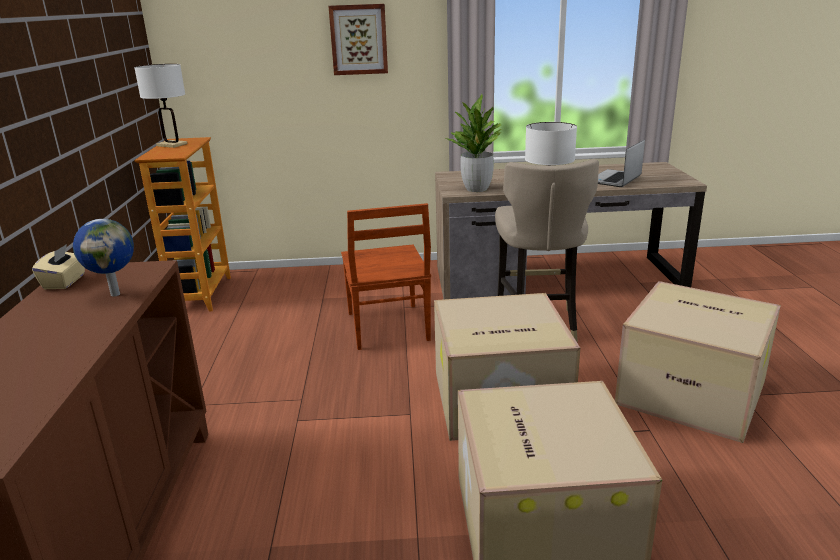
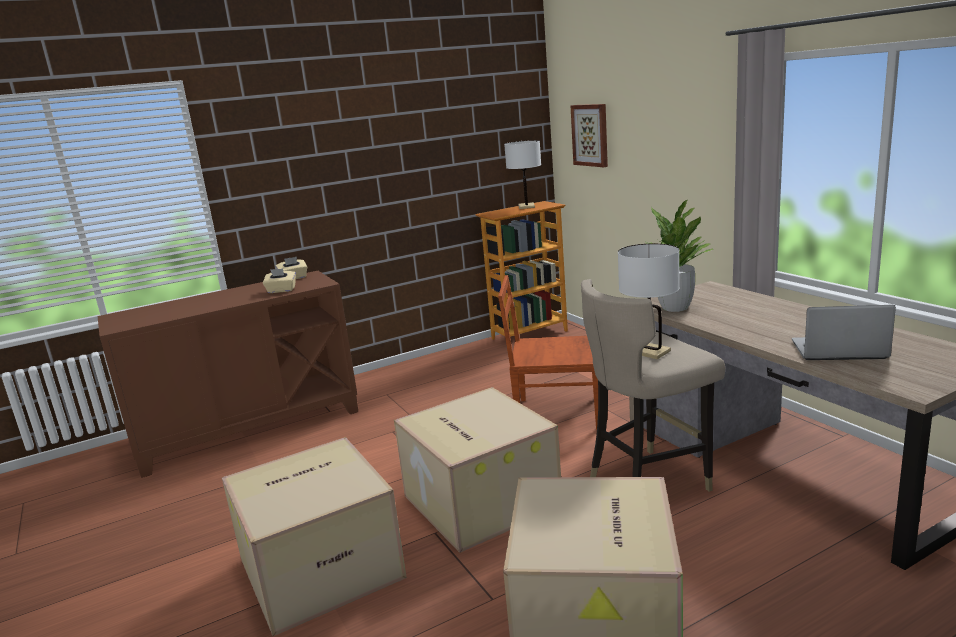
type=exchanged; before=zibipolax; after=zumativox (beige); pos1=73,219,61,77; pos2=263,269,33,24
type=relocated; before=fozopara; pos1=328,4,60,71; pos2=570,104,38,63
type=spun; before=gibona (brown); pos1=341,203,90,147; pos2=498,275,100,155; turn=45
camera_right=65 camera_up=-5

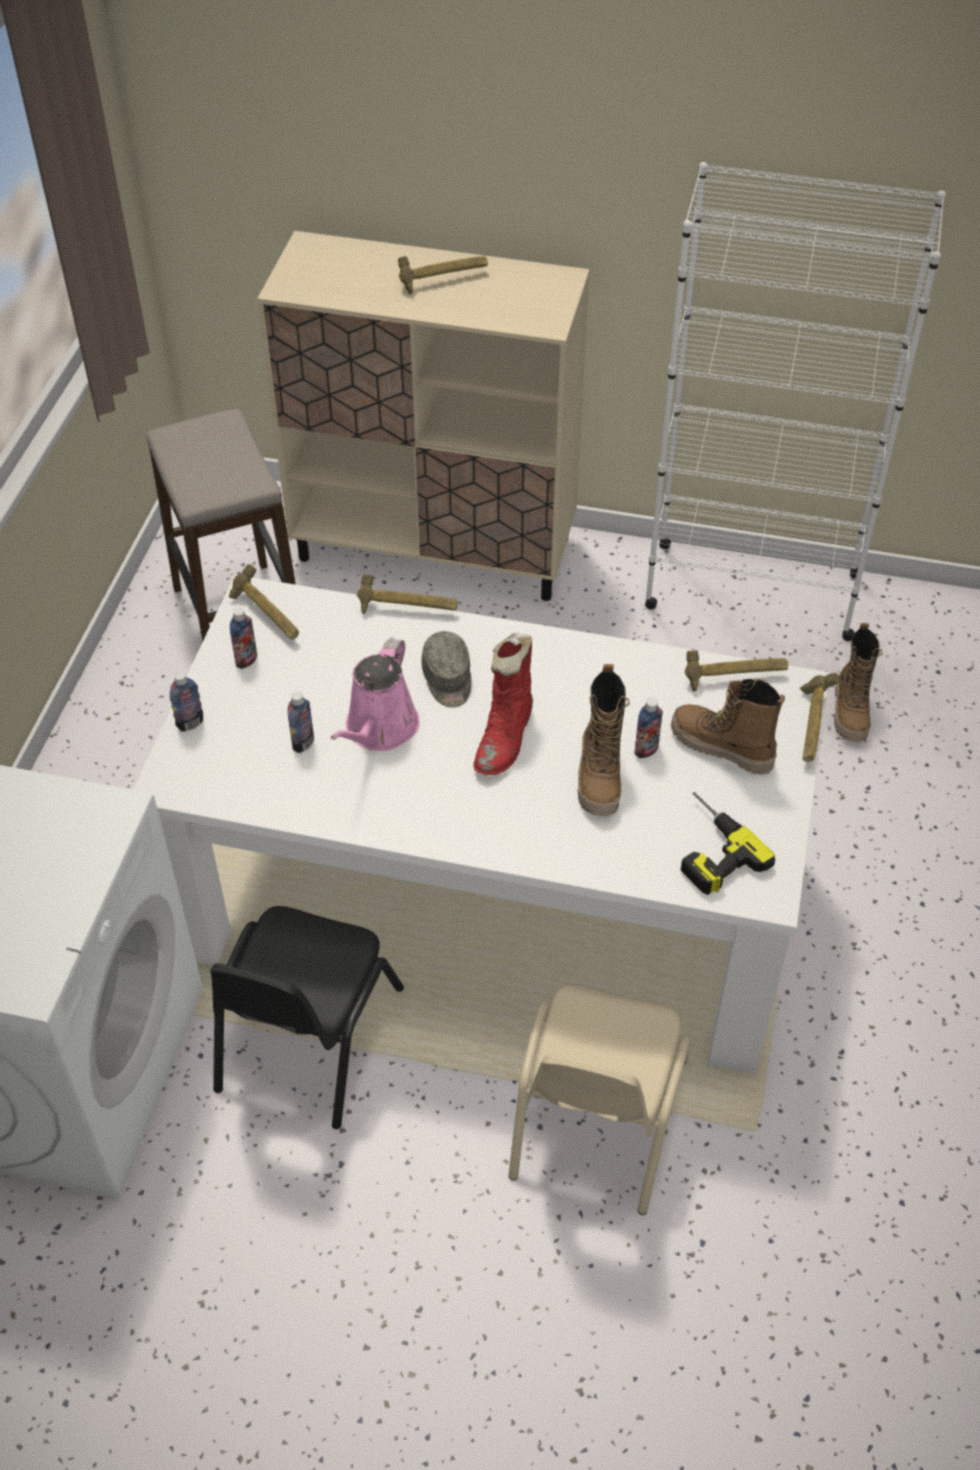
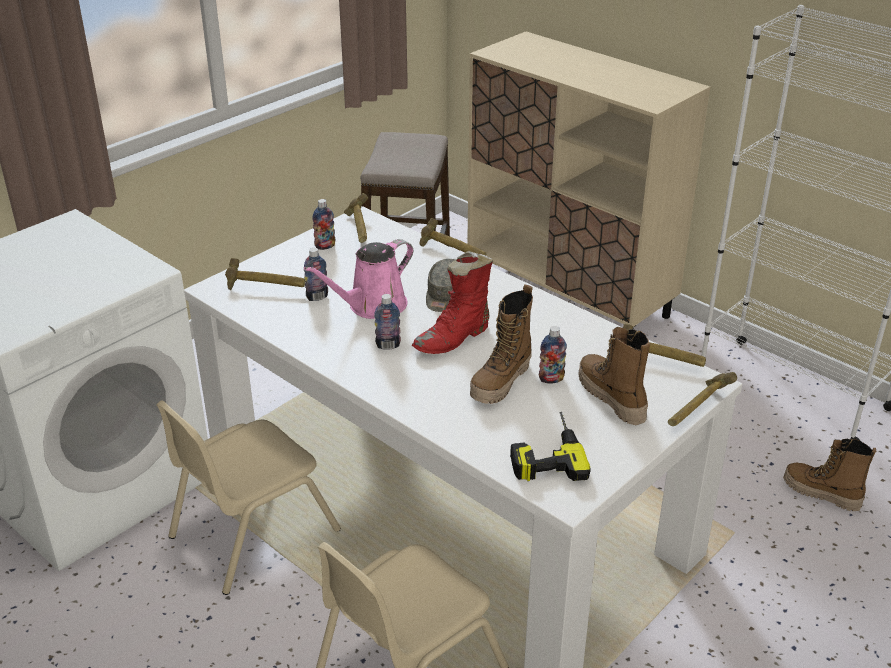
type=relocated; before=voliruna; pos1=170,671,33,61; pos2=374,294,27,56
type=colour; before=gibona (black); after=gibona (beige); pos1=210,906,194,223; pos2=156,401,185,194
type=relocated; before=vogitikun; pos1=398,256,90,38; pos2=225,258,80,32
type=spun; before=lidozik; pos1=834,623,48,119; pos2=783,439,93,72; turn=90
camera_right=30 camera_up=-15

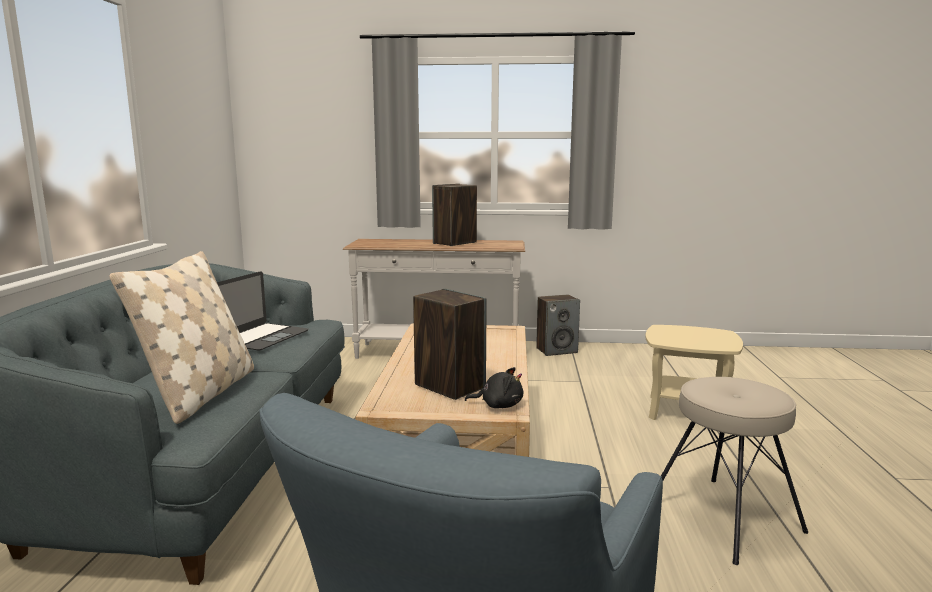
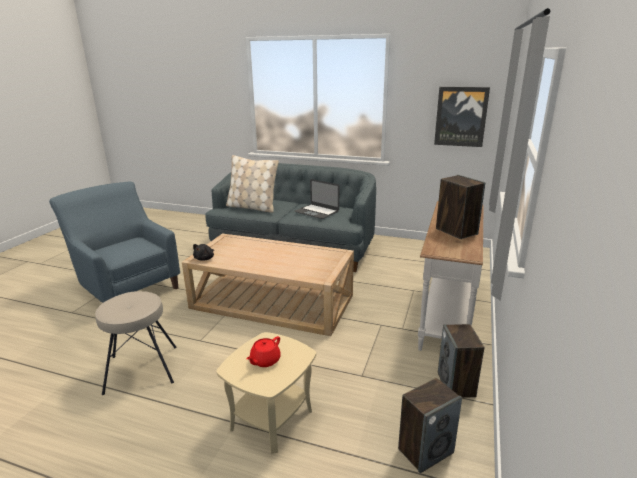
type=relocated; before=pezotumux; pos1=413,288,74,112; pos2=398,378,64,95
type=appeared; after=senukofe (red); pos2=246,336,35,31
type=appeared; after=fozopara; pos2=434,87,56,60
camera_right=105 camera_up=10

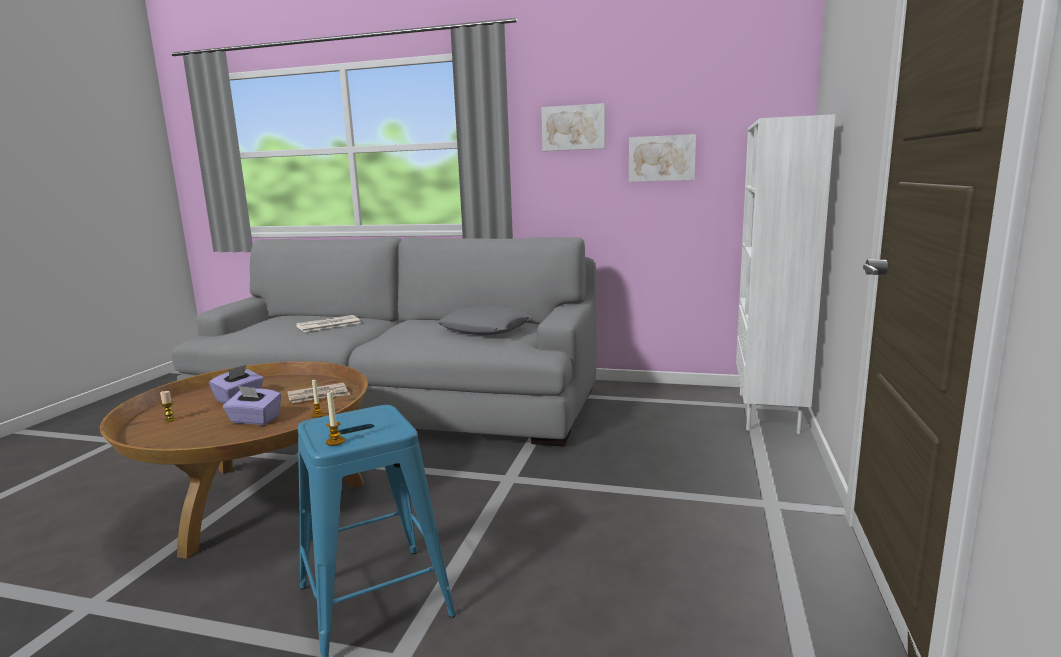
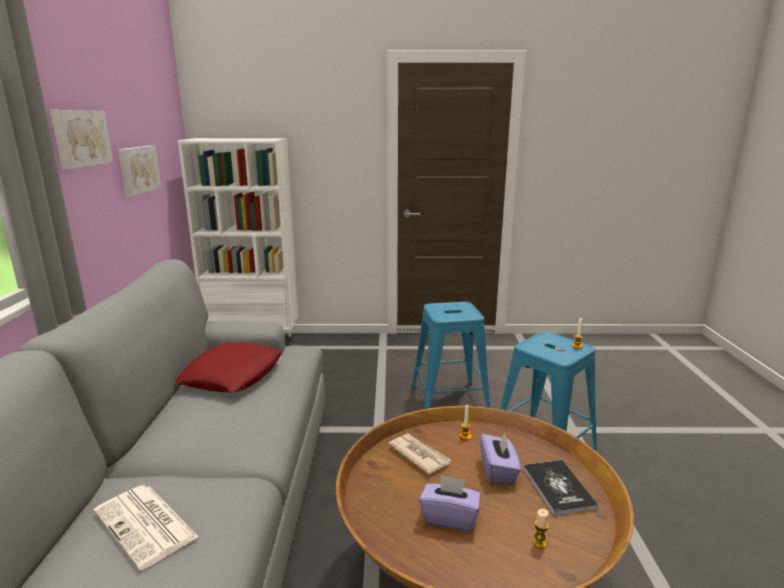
type=colour; before=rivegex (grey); after=rivegex (red); pos1=437,305,97,31; pos2=175,342,107,50
type=appeared; after=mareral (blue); pos2=412,302,78,107
type=appeared; after=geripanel; pos2=523,460,75,56
camera_right=-105 camera_up=5

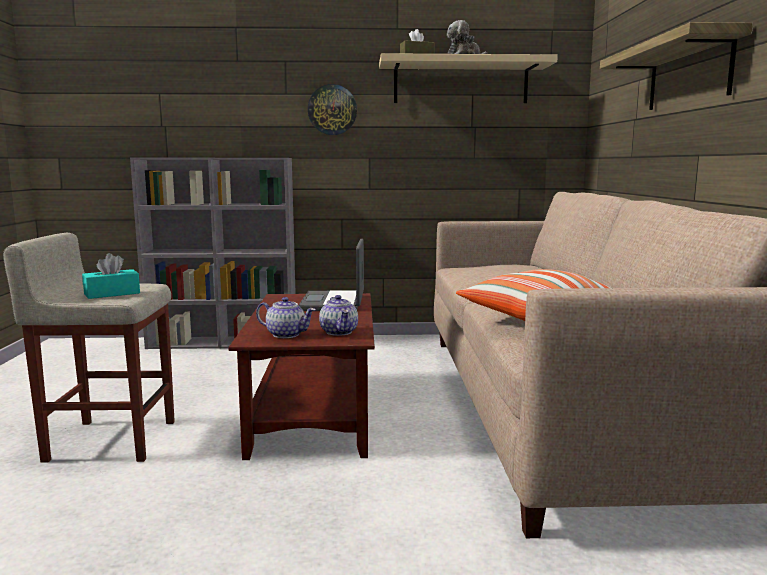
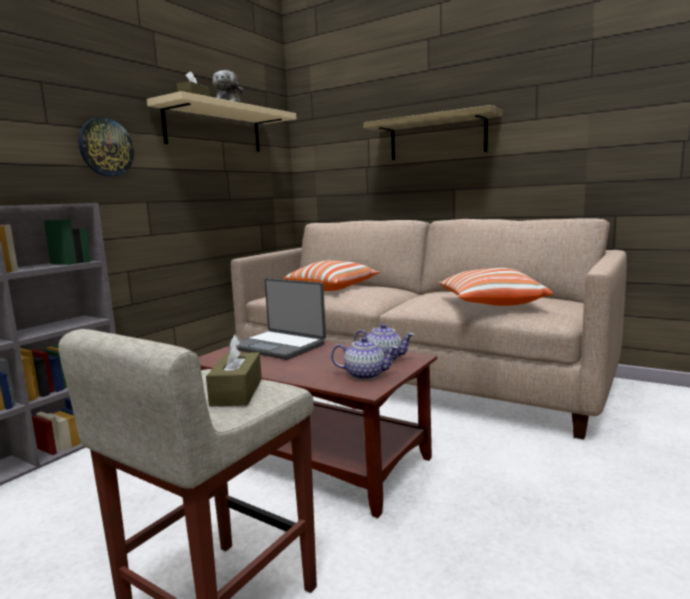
type=colour; before=zumativox (turquoise); after=zumativox (brown); pos1=82,253,58,46; pos2=206,334,56,73
type=spun; before=senukofe; pos1=256,297,59,41; pos2=331,337,67,43; turn=45
type=appeared; after=rivegex; pos2=284,260,96,31
camera_right=-55 camera_up=0

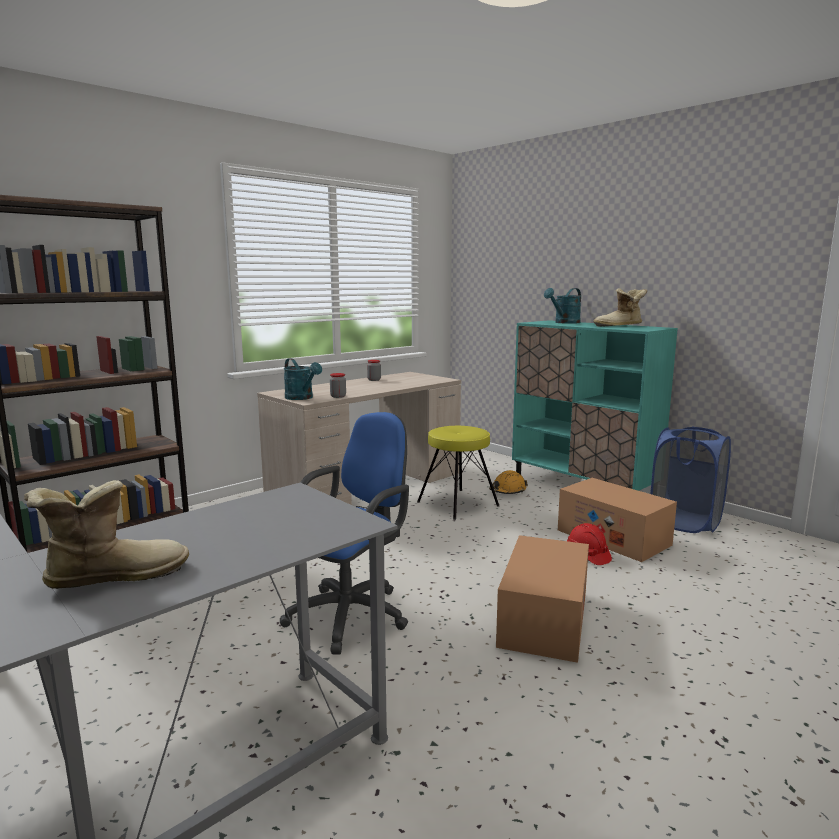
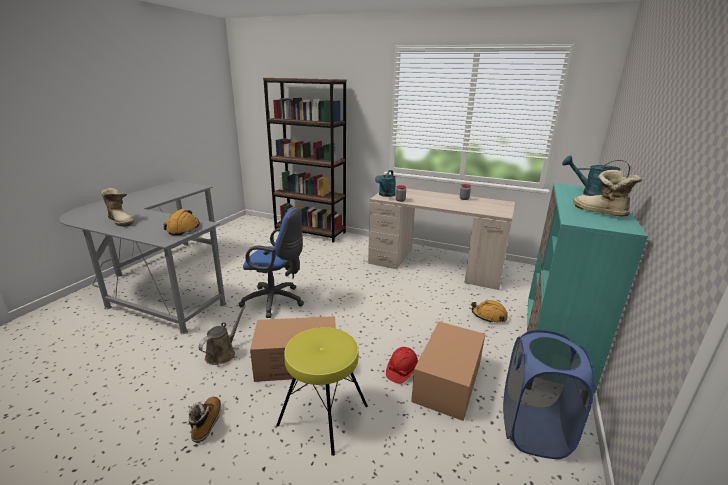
type=relocated; before=mareral (yellow); pos1=417,426,82,94; pos2=276,327,92,129
type=appeared; after=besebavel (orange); pos2=163,209,37,26
type=appeared; after=lidozik; pos2=189,397,33,46
type=appeared; after=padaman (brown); pos2=198,306,48,59
camera_right=65 camera_up=10

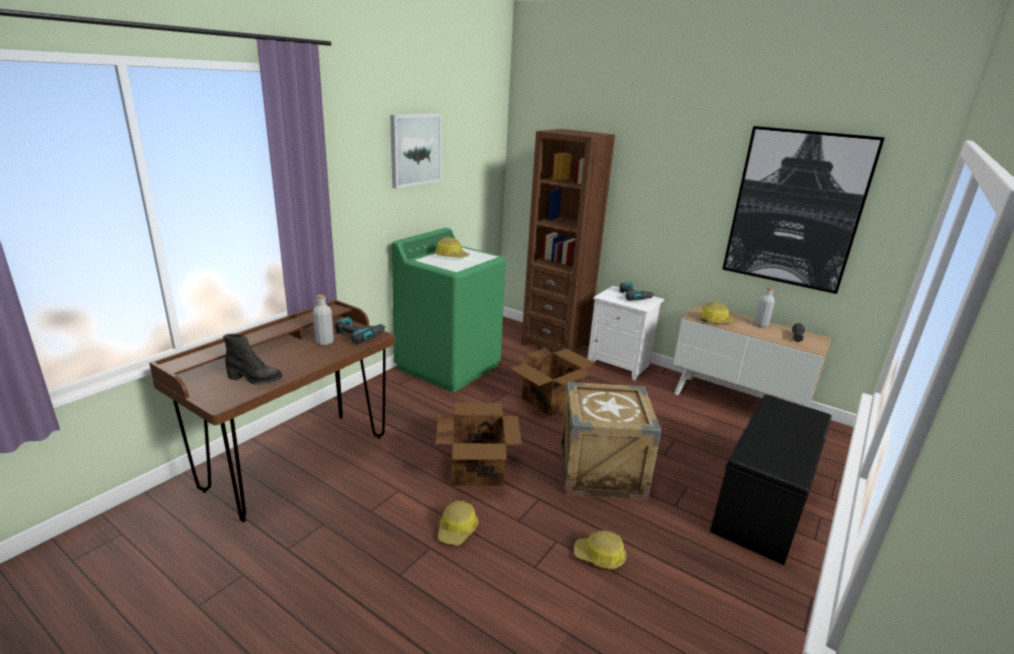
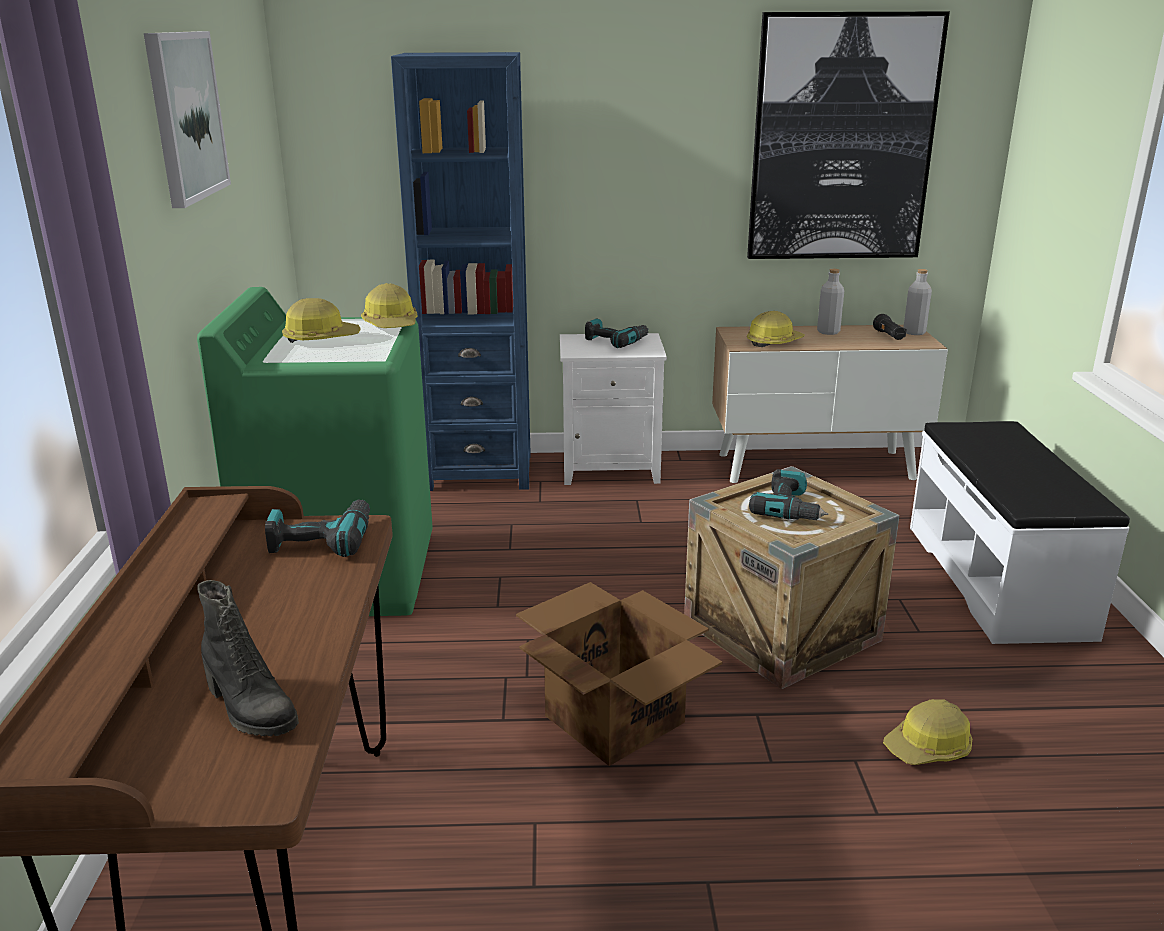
type=spun; before=lidozik (black); pos1=223,334,59,51; pos2=197,580,102,156; turn=75
type=relocated; before=voliruna (grey); pos1=312,295,22,51; pos2=903,269,29,66
type=relocated; before=besebavel; pos1=438,500,40,45; pos2=361,283,56,45
type=missing; before=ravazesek; pos1=510,348,85,68
type=colour; before=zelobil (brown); after=zelobil (blue); pos1=521,129,94,222; pos2=391,52,140,439
type=colour; before=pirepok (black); after=pirepok (white); pos1=710,394,122,171; pos2=910,421,220,223
type=appeared; after=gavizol; pos2=749,469,79,51
camera_right=-35 camera_up=0

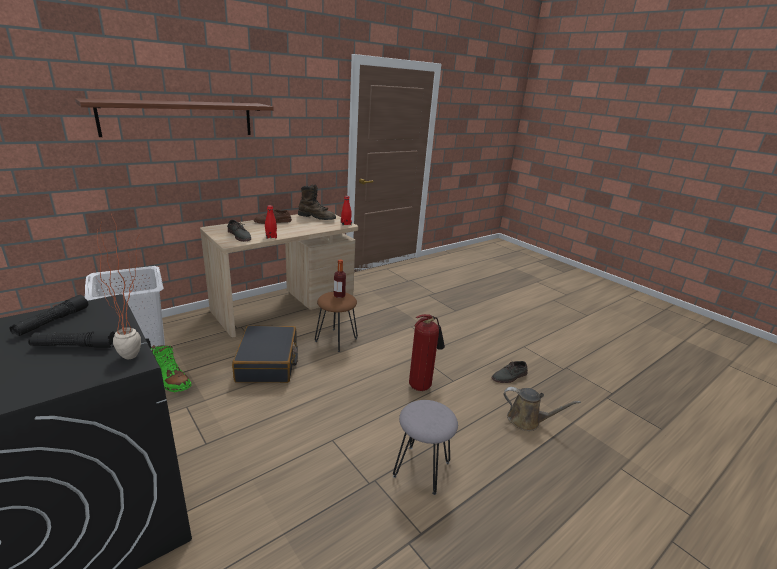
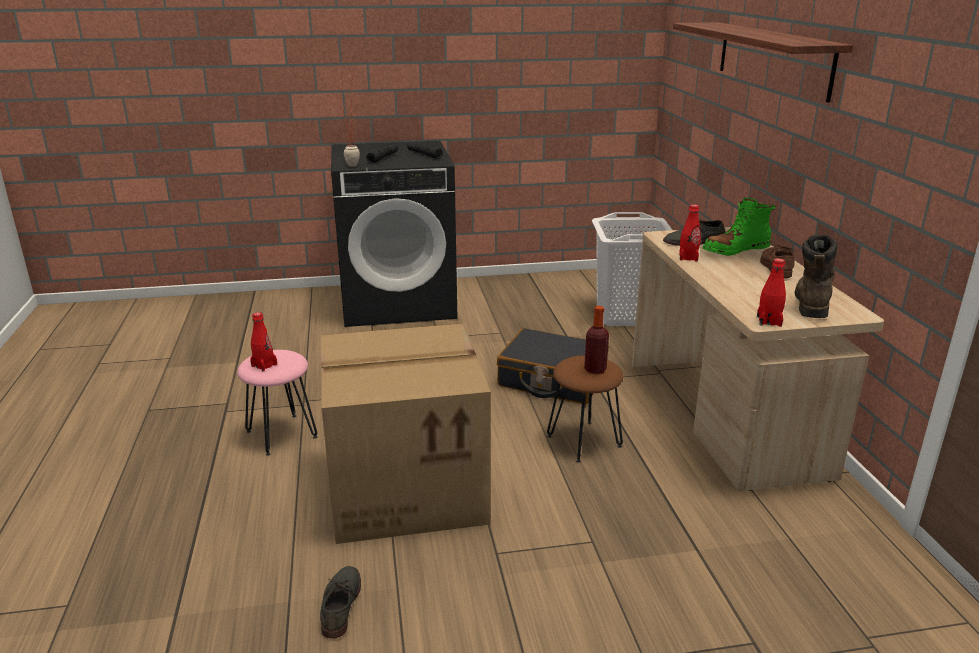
type=relocated; before=lidozik (green); pos1=151,345,41,47; pos2=702,197,73,59
type=spun; before=lidozik (brown); pos1=298,185,38,35; pos2=795,235,42,83; turn=150
type=colour; before=mareral (grey); after=mareral (pink); pos1=393,400,65,95; pos2=237,350,81,106
type=exchanged; before=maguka; after=ravazesek; pos1=409,314,36,77; pos2=321,323,170,221
type=missing; before=padaman (brown); pos1=504,387,77,44
type=appeared; after=voliruna (red); pos2=250,312,27,59
camera_right=120 camera_up=0

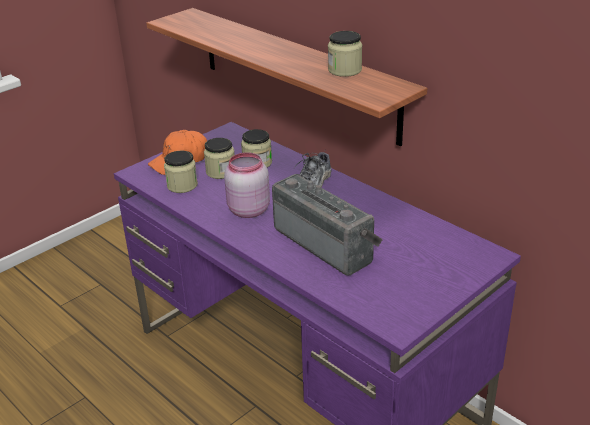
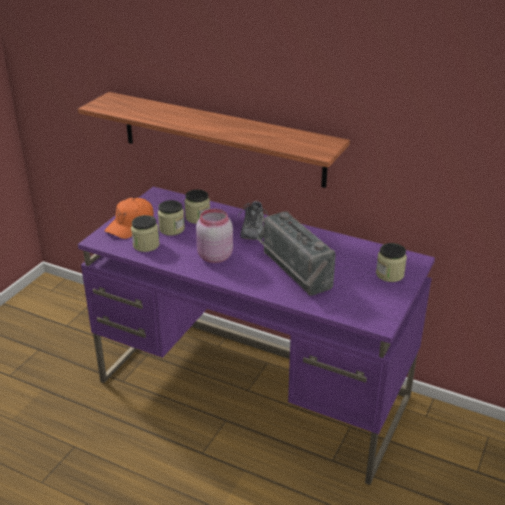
type=spun; before=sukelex; pos1=272,174,111,101; pos2=256,211,80,85; turn=-150
type=relocated; before=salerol; pos1=328,31,34,46; pos2=376,243,31,39
camera_right=-20 camera_up=0

